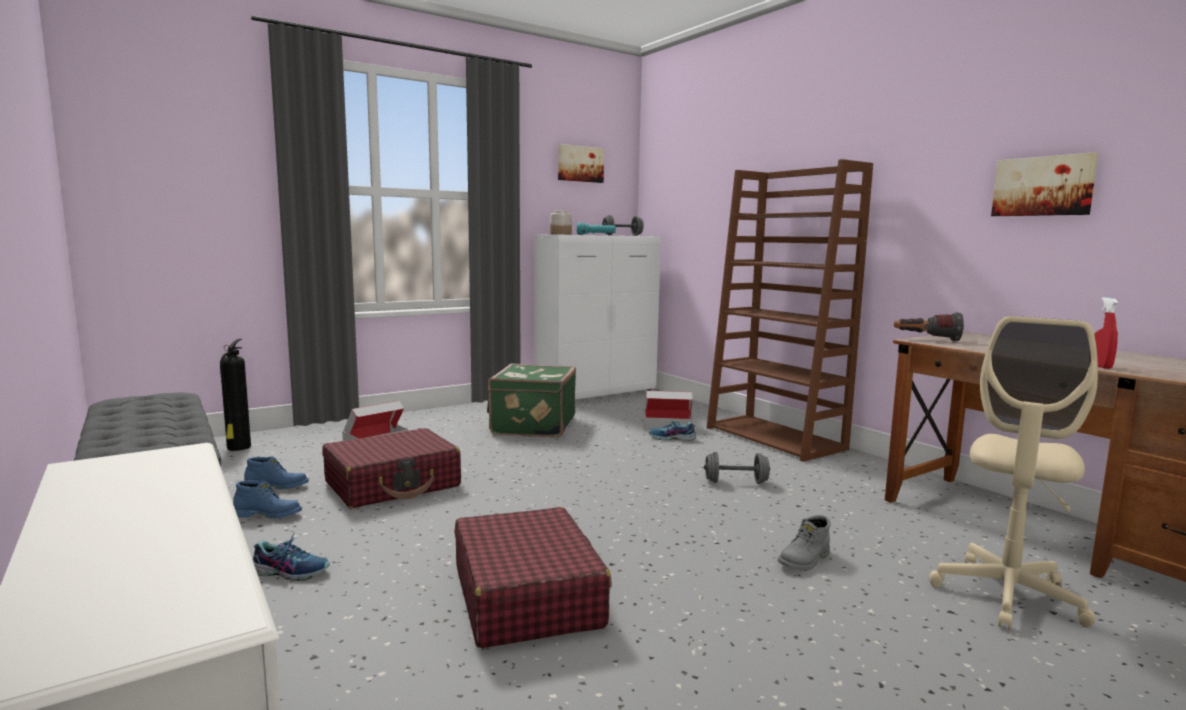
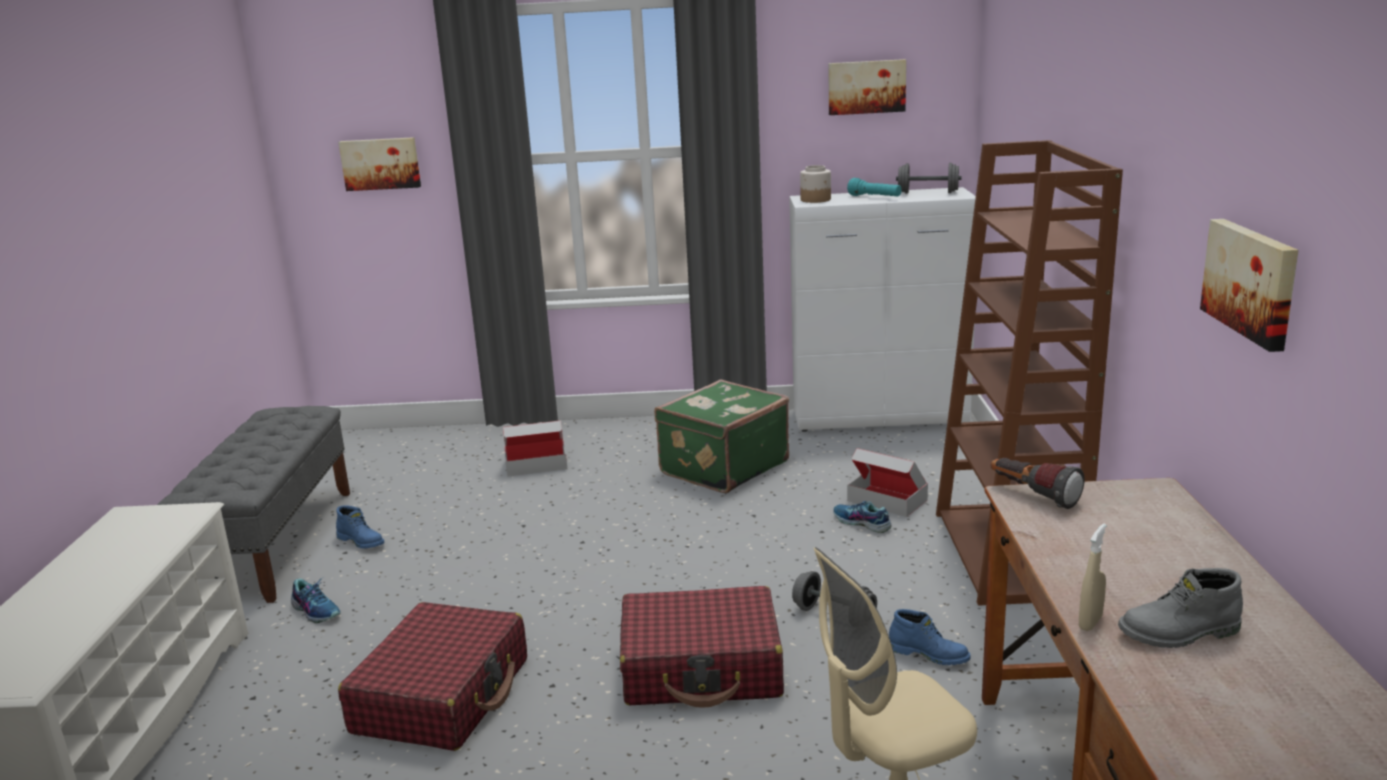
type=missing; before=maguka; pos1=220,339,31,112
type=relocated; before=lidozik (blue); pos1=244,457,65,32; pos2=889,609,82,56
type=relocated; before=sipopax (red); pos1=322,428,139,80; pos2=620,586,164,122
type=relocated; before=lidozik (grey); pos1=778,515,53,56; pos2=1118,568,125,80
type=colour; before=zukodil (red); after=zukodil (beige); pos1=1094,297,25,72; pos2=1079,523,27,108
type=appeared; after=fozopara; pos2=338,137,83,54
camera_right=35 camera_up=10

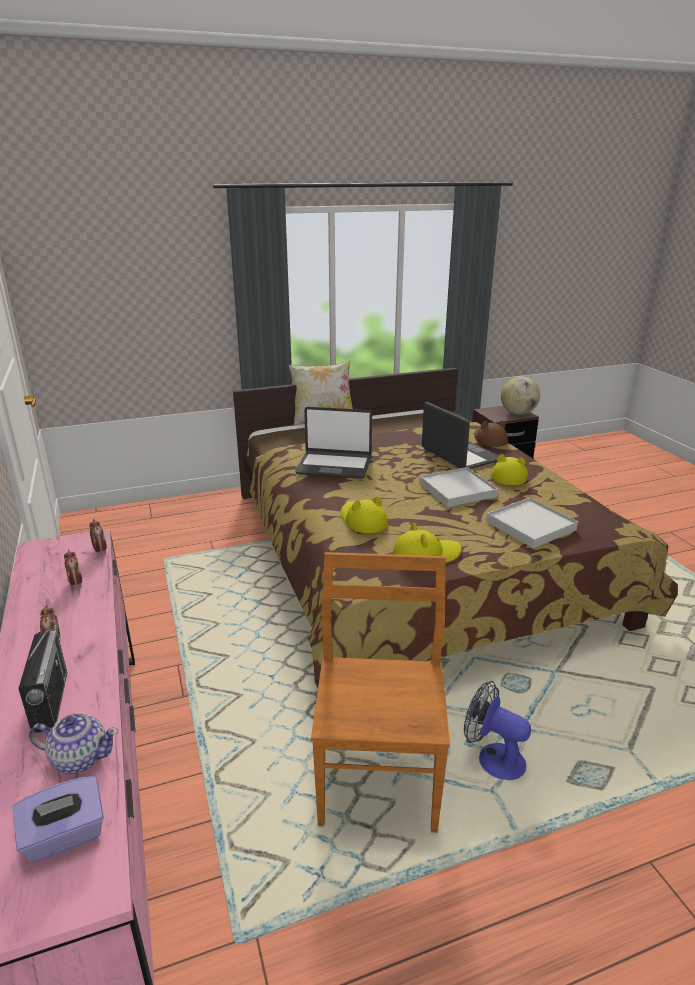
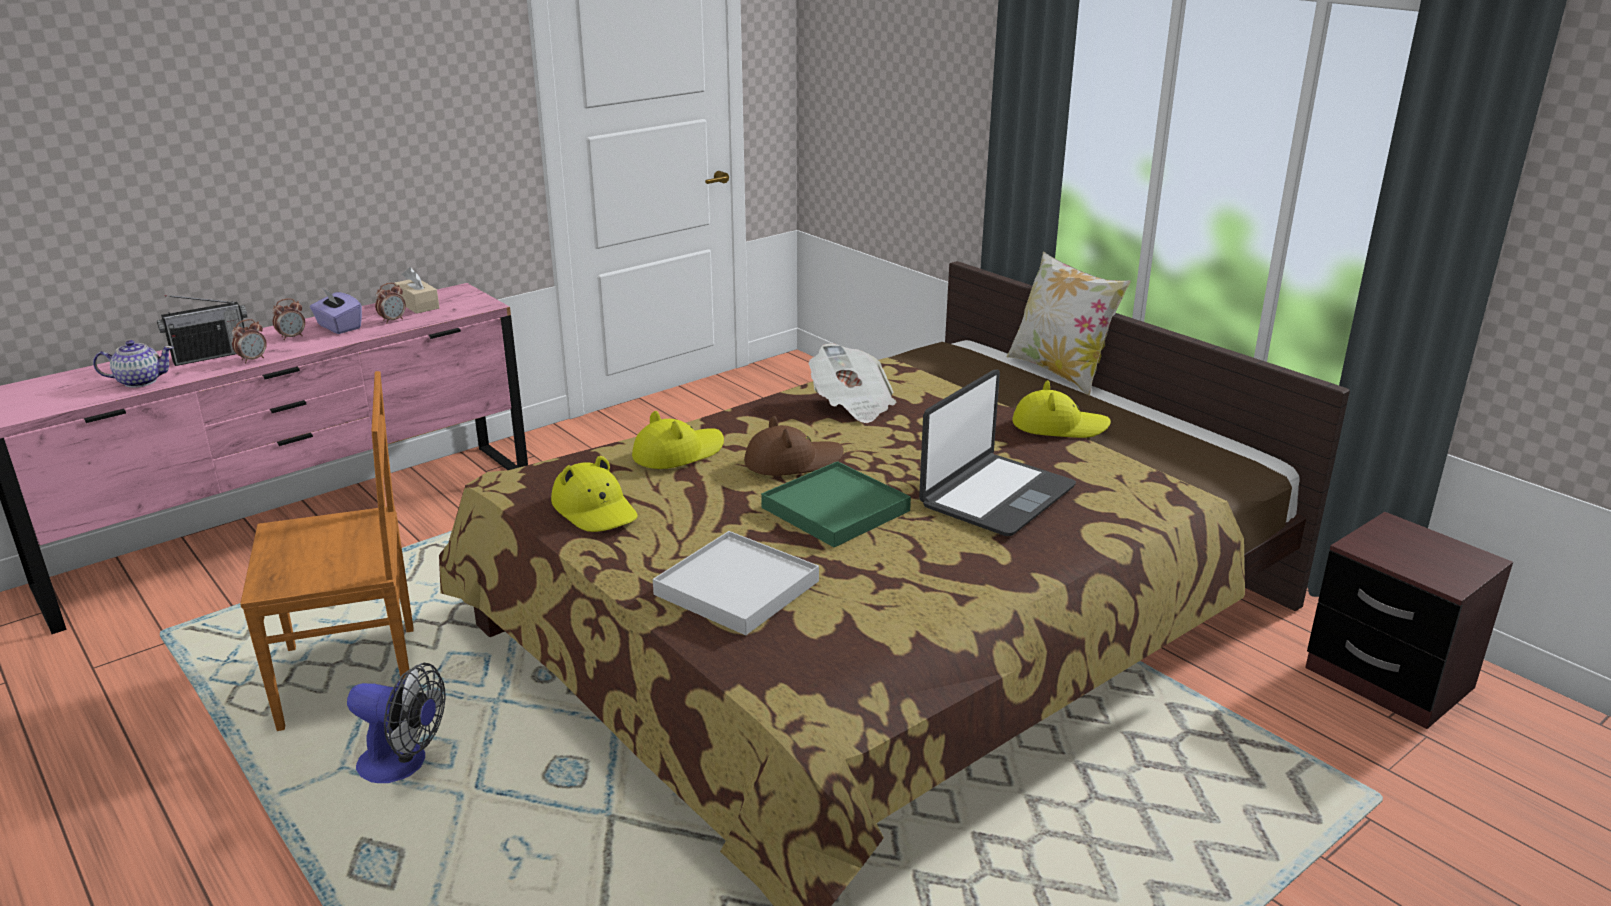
type=relocated; before=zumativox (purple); pos1=12,776,92,87; pos2=310,289,52,45
type=spun; before=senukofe; pos1=29,713,90,61; pos2=93,340,81,48; turn=-90
type=relocated; before=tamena; pos1=89,519,18,35; pos2=232,319,35,44
type=exchanged; before=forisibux; after=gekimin; pos1=295,407,77,72; pos2=809,343,88,80
type=colour; before=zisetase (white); after=zisetase (green); pos1=419,467,79,40; pos2=761,461,150,87
type=spun; before=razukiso; pos1=464,681,67,99; pos2=347,663,99,120; turn=90
type=relocated; before=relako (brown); pos1=474,421,34,26; pos2=744,416,100,60
type=relocated; before=relako (yellow); pos1=491,454,37,31; pos2=1012,380,99,58
type=missing; before=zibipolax; pos1=501,376,39,39
type=appeared; after=zumativox (beige); pos2=395,267,45,47
camera_right=70 camera_up=0

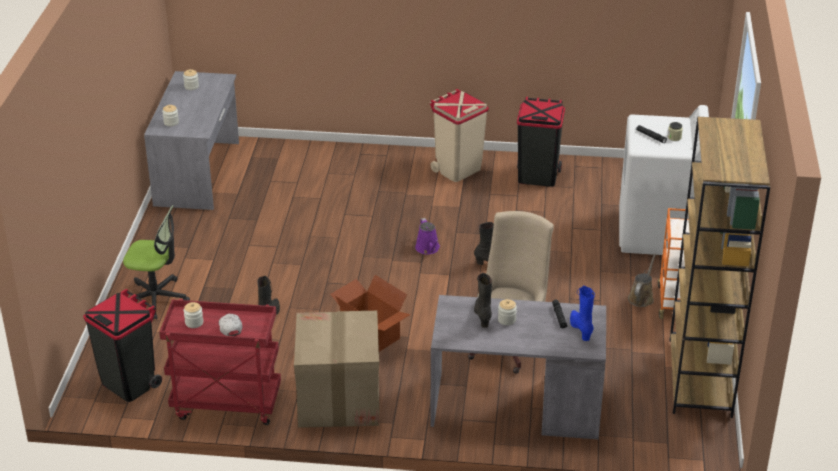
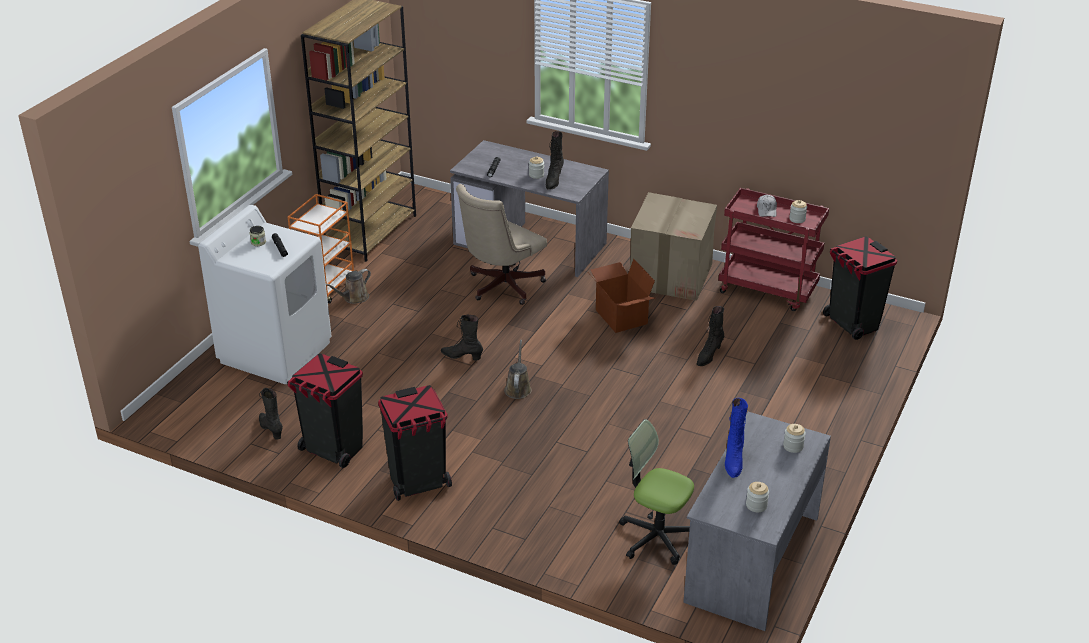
type=relocated; before=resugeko; pos1=123,205,67,115; pos2=619,419,75,146
type=colour; before=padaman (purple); after=padaman (brown); pos1=415,218,25,36; pos2=504,340,28,59
type=colour; before=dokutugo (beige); after=dokutugo (black); pos1=430,89,59,93; pos2=378,385,74,116
type=relocated; before=lidozik (blue); pos1=570,285,25,56; pos2=725,398,23,80
type=appeared; after=lidozik (black); pos2=259,388,24,52
camera_right=-160 camera_up=0

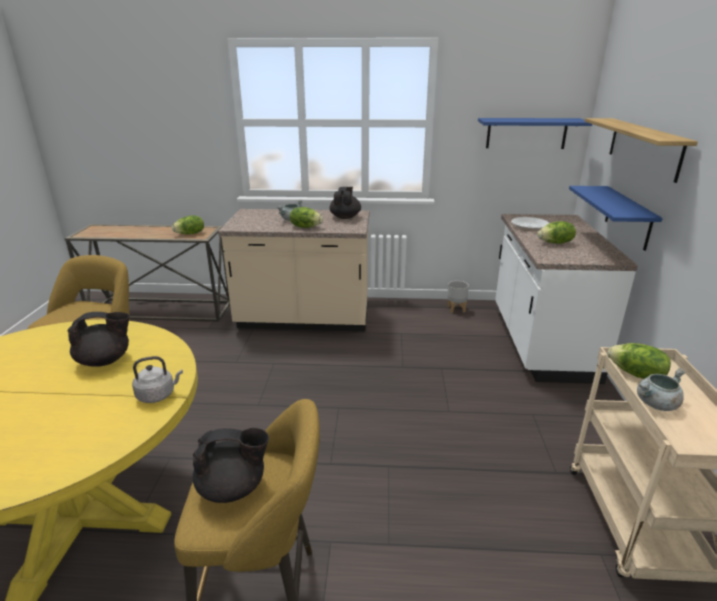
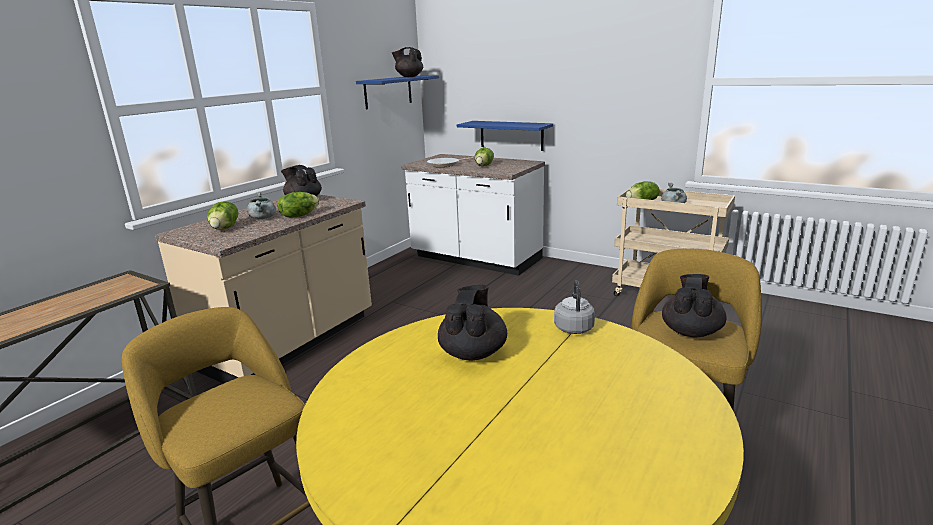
type=relocated; before=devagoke; pos1=172,215,32,19; pos2=207,202,32,28
type=missing; before=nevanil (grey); pos1=447,281,22,32
type=missing; before=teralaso; pos1=584,118,114,65
type=appeared; after=senukofe (black); pos2=392,47,31,30
camera_right=-60 camera_up=-5

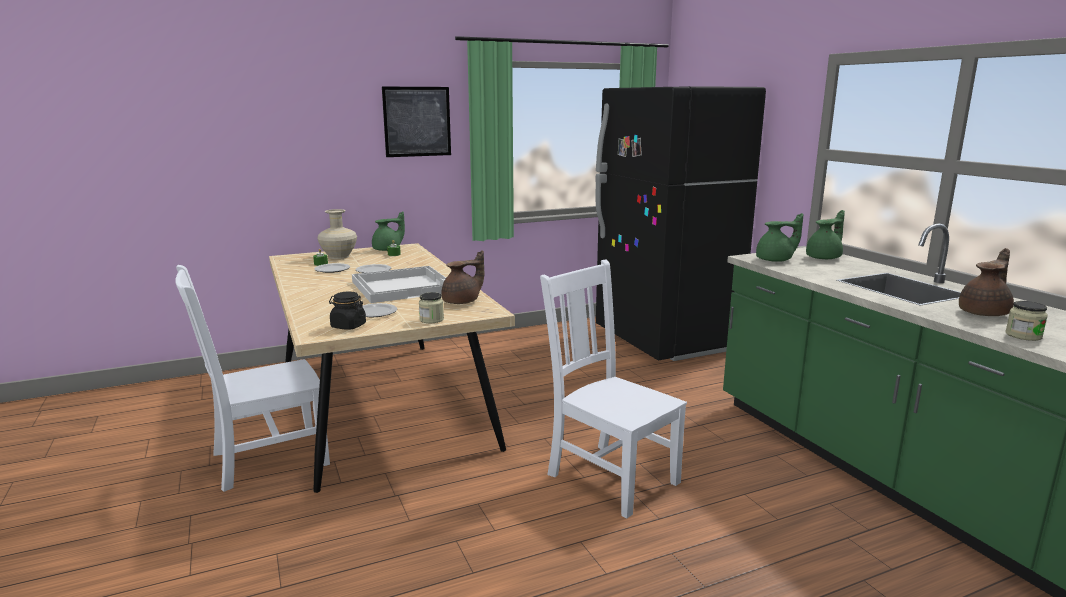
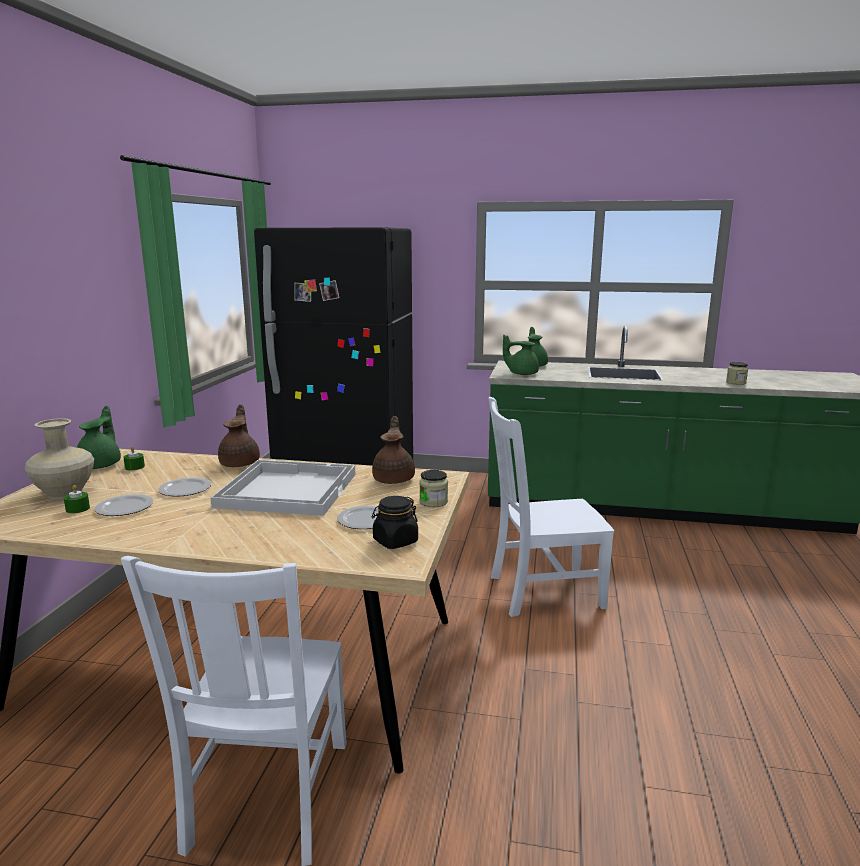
type=missing; before=fozopara; pos1=382,87,69,70
type=spun; before=senukofe (green); pos1=756,213,47,49; pos2=503,335,36,40; turn=-105
type=relocated; before=senukofe (brown); pos1=959,248,55,68; pos2=218,404,42,63
camera_right=-55 camera_up=0

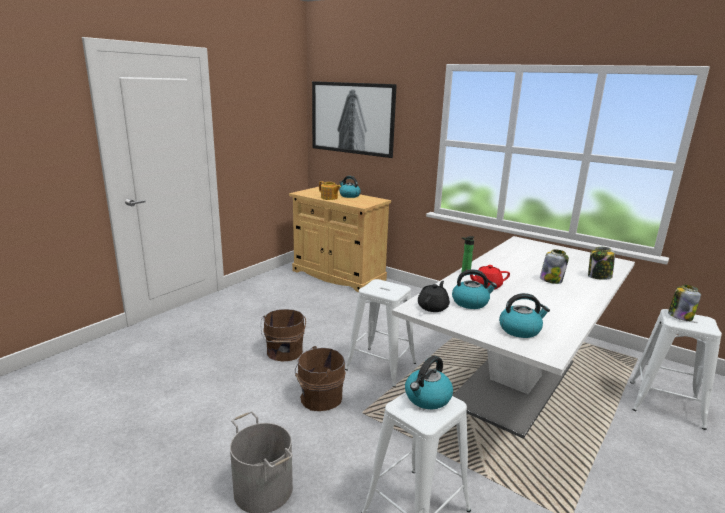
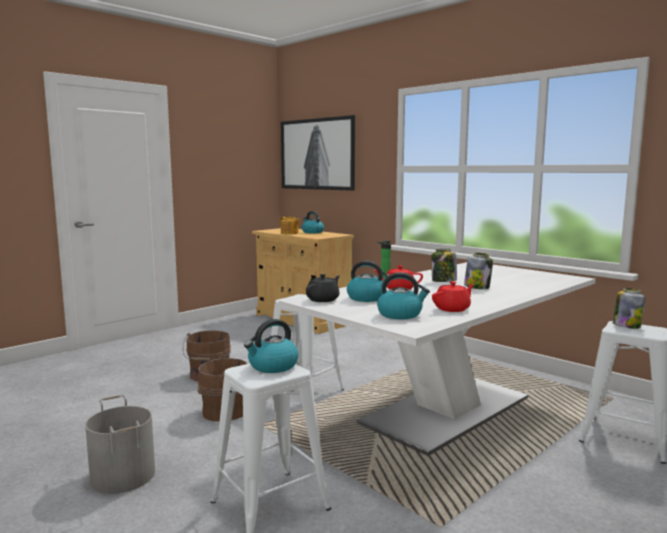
type=relocated; before=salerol; pos1=588,247,27,33; pos2=431,249,26,33
type=appeared; after=senukofe (red); pos2=432,281,43,31
camera_right=10 camera_up=-10

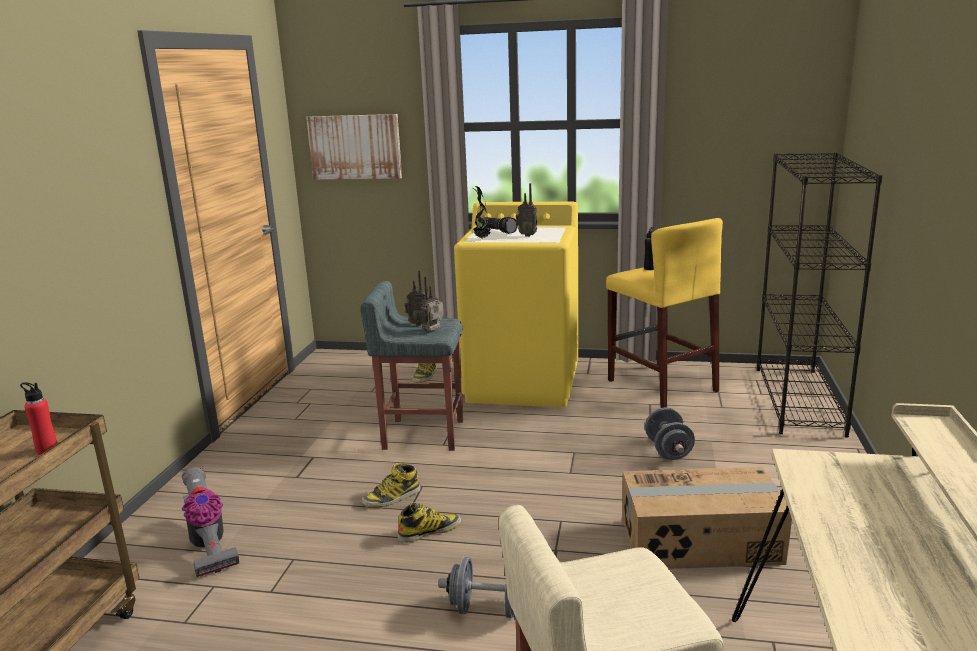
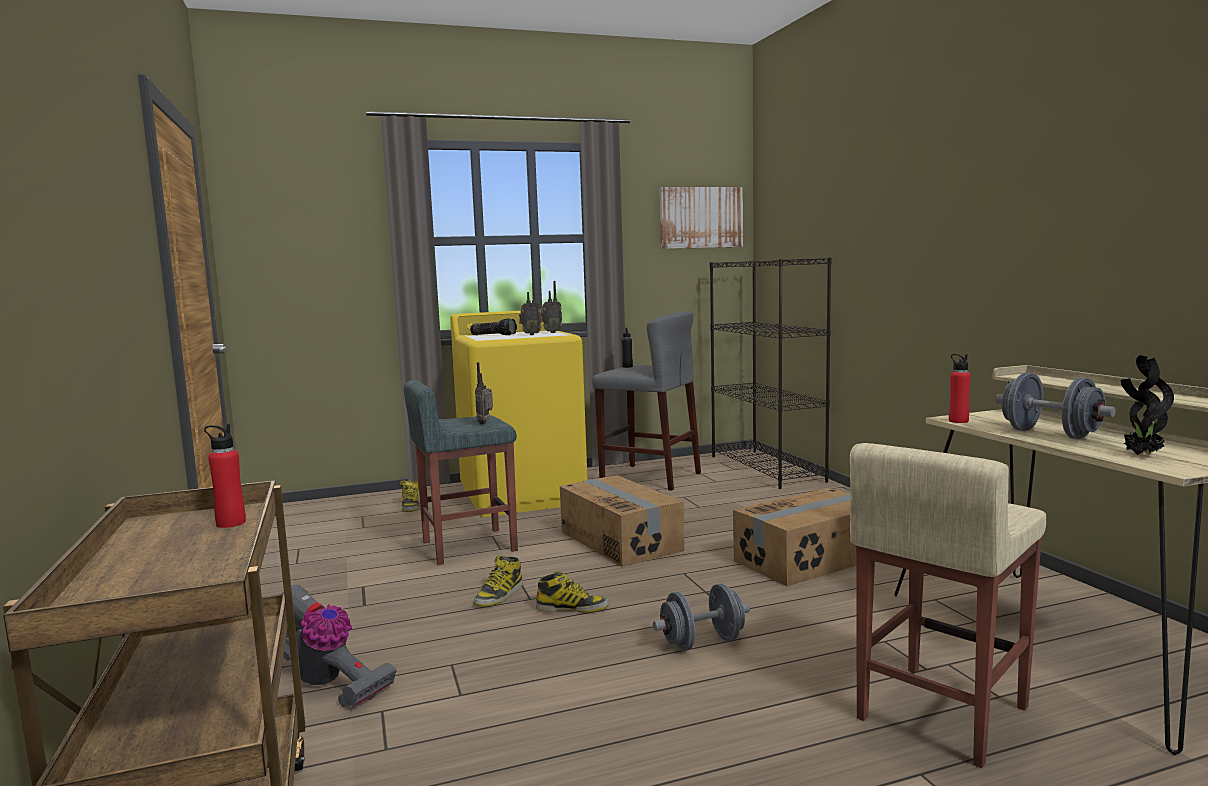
type=relocated; before=fozopara; pos1=306,114,96,65; pos2=659,187,84,62
type=spun; before=lidozik; pos1=398,502,63,41; pos2=536,571,73,41; turn=60
type=relocated; before=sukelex; pos1=405,270,20,56; pos2=541,281,21,52
type=relocated; before=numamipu; pos1=473,186,17,53; pos2=1121,355,53,100
type=colour; before=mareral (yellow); after=mareral (grey); pos1=606,218,117,190; pos2=593,311,108,180
type=relocated; before=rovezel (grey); pos1=645,408,50,52; pos2=995,373,121,66
type=appeared; after=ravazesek; pos2=560,475,124,92
type=appeared; after=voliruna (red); pos2=949,354,22,69
camera_right=-30 camera_up=-10

